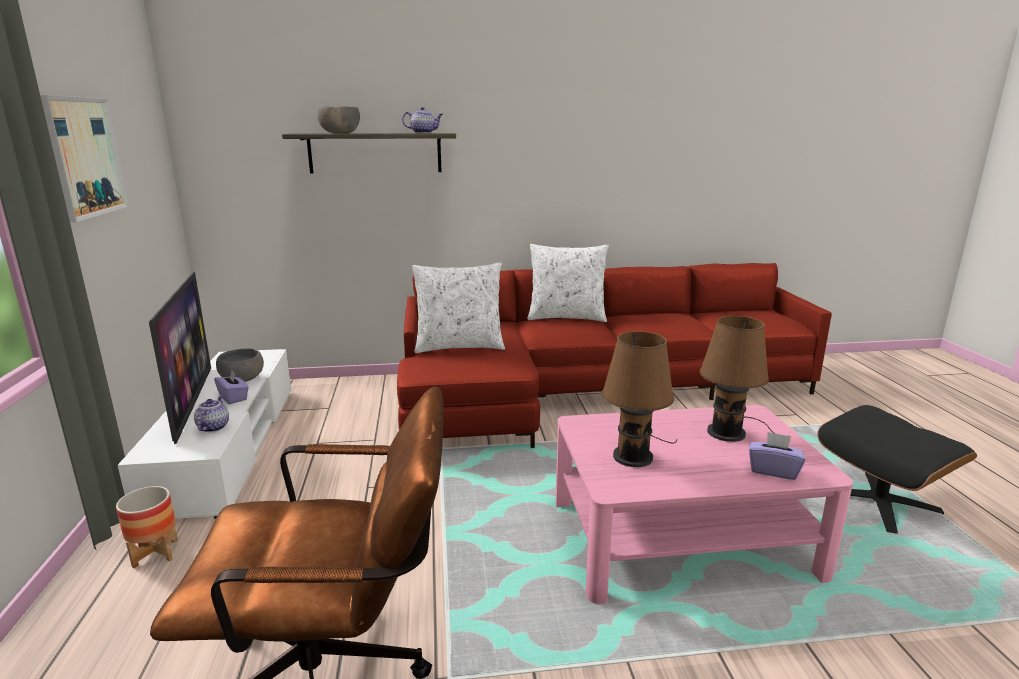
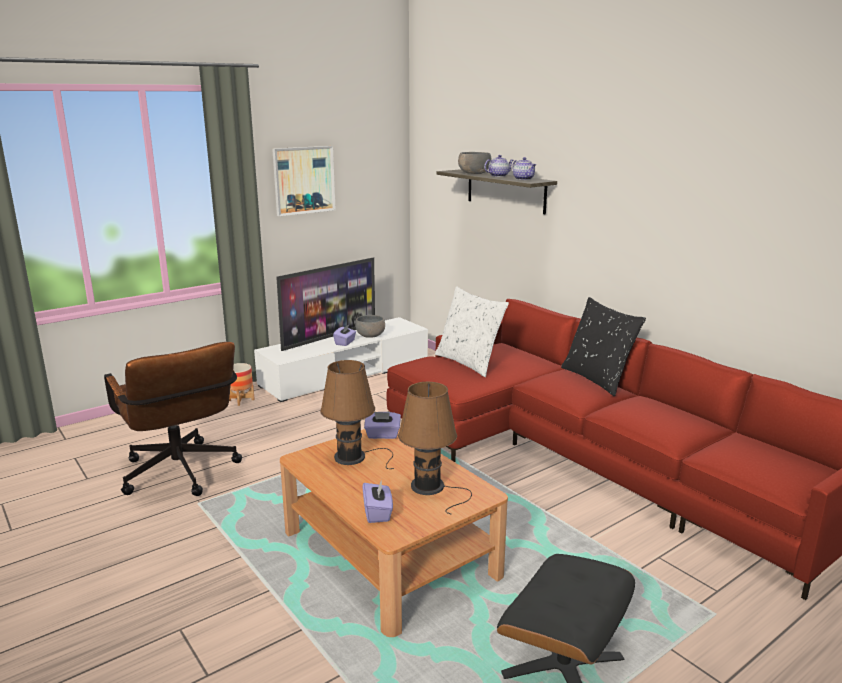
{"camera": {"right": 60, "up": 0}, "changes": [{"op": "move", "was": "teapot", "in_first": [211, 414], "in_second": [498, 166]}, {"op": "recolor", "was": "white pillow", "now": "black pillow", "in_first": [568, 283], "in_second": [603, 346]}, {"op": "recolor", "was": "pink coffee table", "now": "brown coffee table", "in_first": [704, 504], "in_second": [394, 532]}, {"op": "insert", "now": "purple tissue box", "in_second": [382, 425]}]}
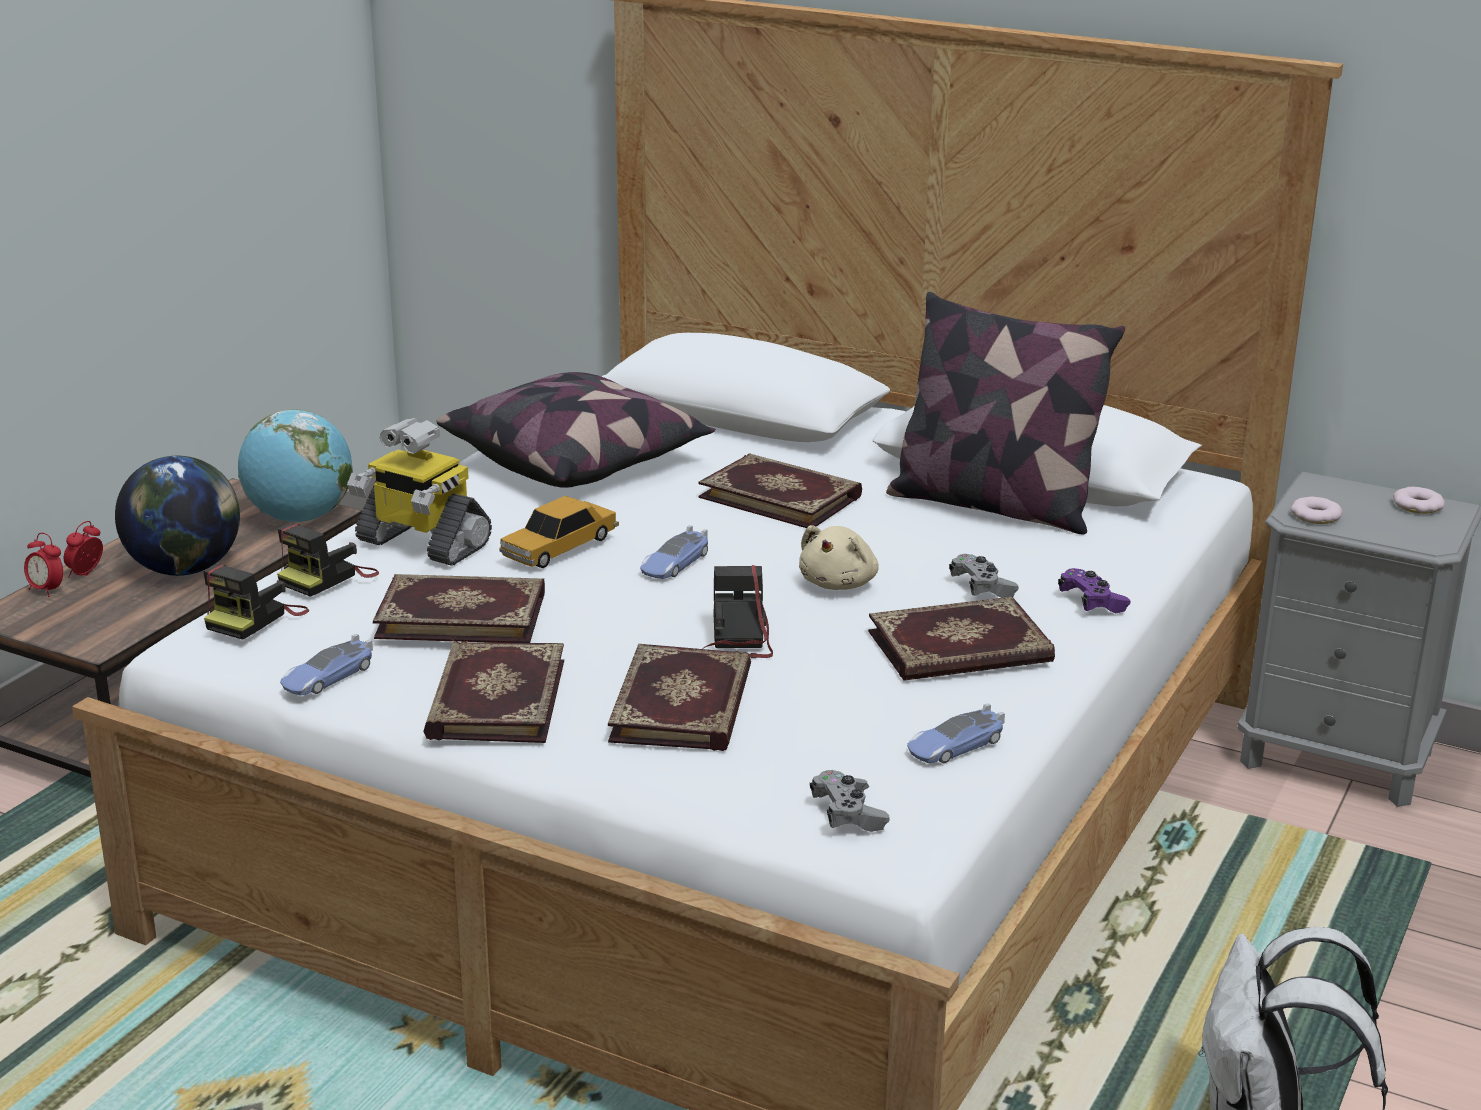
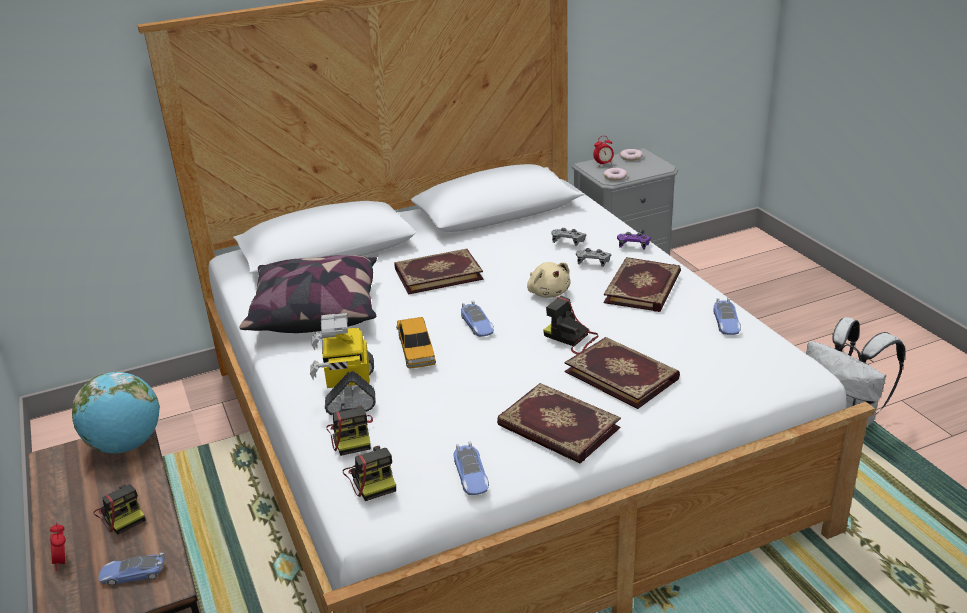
{"camera": {"right": -50, "up": 5}, "changes": [{"op": "move", "was": "alarm clock", "in_first": [43, 565], "in_second": [603, 151]}, {"op": "replace", "was": "globe", "now": "photo camera", "in_first": [177, 516], "in_second": [119, 509]}, {"op": "rotate", "was": "toy robot", "in_first": [419, 492], "in_second": [343, 364], "clockwise": 105}, {"op": "delete", "was": "book", "in_first": [459, 608]}, {"op": "move", "was": "grey game controller", "in_first": [850, 801], "in_second": [569, 237]}, {"op": "delete", "was": "pillow", "in_first": [1005, 413]}, {"op": "insert", "now": "toy car", "in_second": [131, 569]}]}
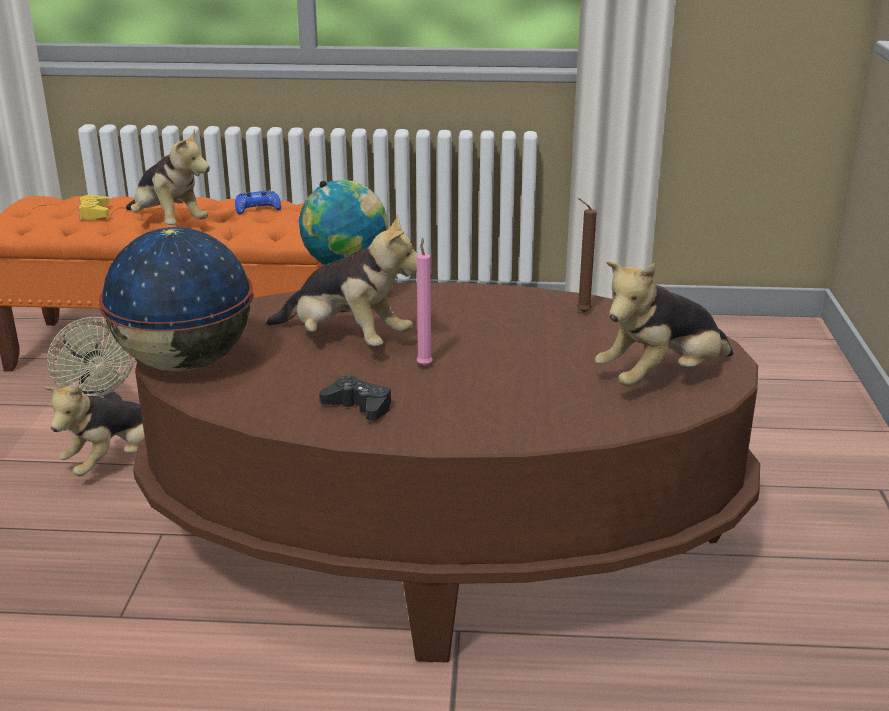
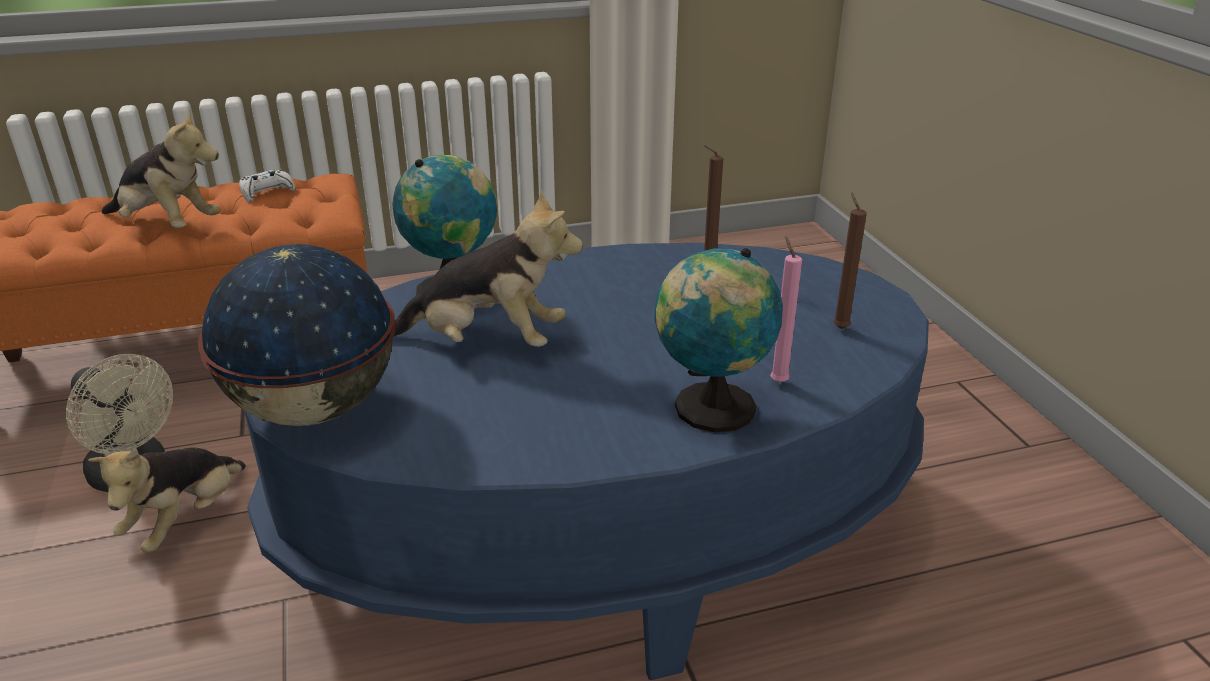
{"camera": {"right": -20, "up": 5}, "changes": [{"op": "delete", "was": "yellow game controller", "in_first": [94, 207]}, {"op": "recolor", "was": "brown coffee table", "now": "blue coffee table", "in_first": [446, 472], "in_second": [586, 461]}, {"op": "recolor", "was": "blue game controller", "now": "white game controller", "in_first": [258, 202], "in_second": [267, 185]}, {"op": "delete", "was": "black game controller", "in_first": [355, 398]}, {"op": "move", "was": "pink candle", "in_first": [424, 302], "in_second": [786, 309]}, {"op": "replace", "was": "plush toy", "now": "brown candle", "in_first": [664, 323], "in_second": [850, 260]}, {"op": "insert", "now": "globe", "in_second": [718, 340]}]}
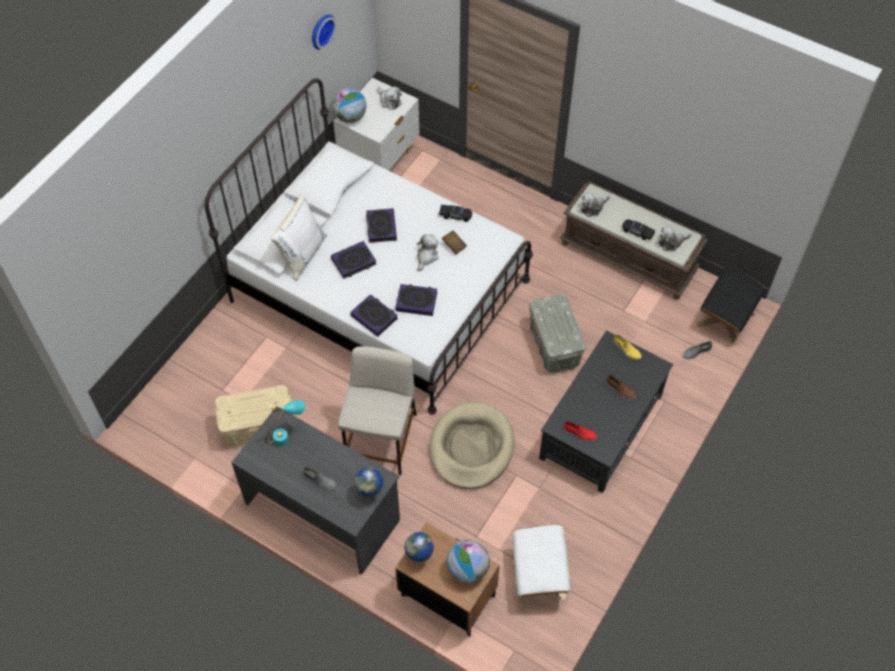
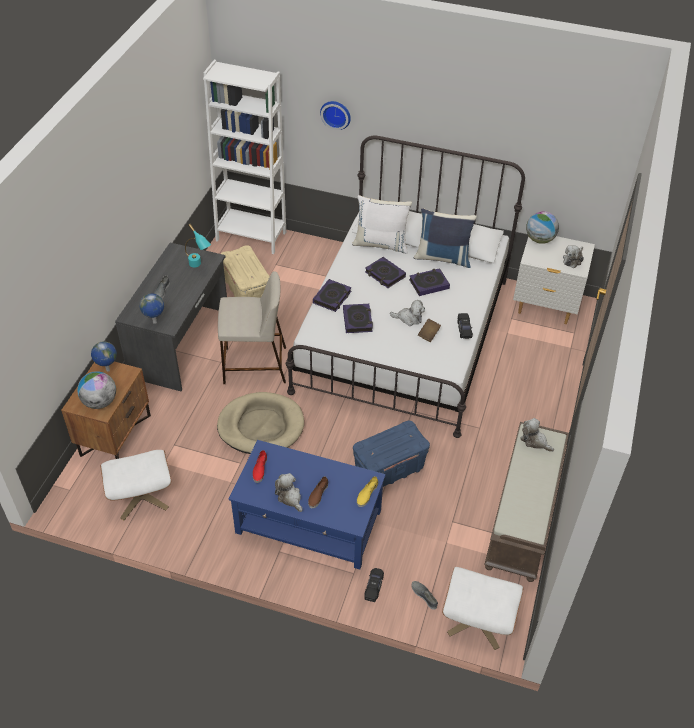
{"camera": {"right": 75, "up": -10}, "changes": [{"op": "move", "was": "wall clock", "in_first": [324, 32], "in_second": [335, 115]}, {"op": "recolor", "was": "grey storage box", "now": "blue storage box", "in_first": [557, 333], "in_second": [391, 454]}, {"op": "recolor", "was": "black coffee table", "now": "blue coffee table", "in_first": [606, 412], "in_second": [307, 505]}, {"op": "move", "was": "black toy car", "in_first": [638, 229], "in_second": [374, 585]}, {"op": "move", "was": "plush toy", "in_first": [675, 238], "in_second": [289, 492]}, {"op": "recolor", "was": "black ottoman", "now": "white ottoman", "in_first": [730, 306], "in_second": [483, 608]}, {"op": "insert", "now": "white bookcase", "in_second": [244, 157]}, {"op": "insert", "now": "blue pillow", "in_second": [445, 238]}]}
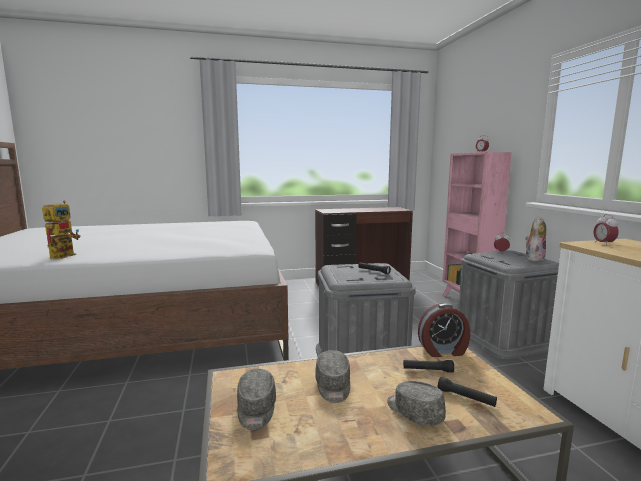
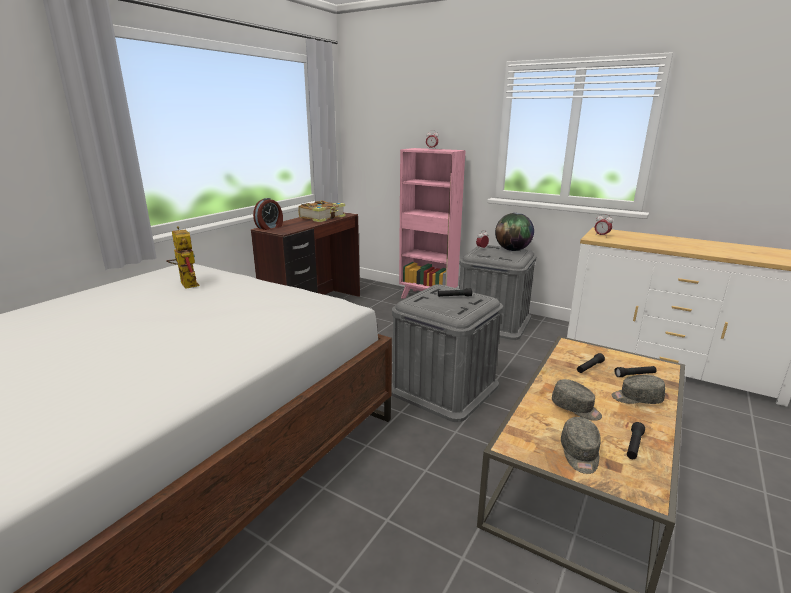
{"camera": {"right": -45, "up": 10}, "changes": [{"op": "move", "was": "toy robot", "in_first": [61, 230], "in_second": [182, 257]}, {"op": "rotate", "was": "grey cap", "in_first": [256, 399], "in_second": [581, 445], "clockwise": 60}, {"op": "move", "was": "alarm clock", "in_first": [444, 330], "in_second": [268, 214]}, {"op": "replace", "was": "plush toy", "now": "globe", "in_first": [535, 238], "in_second": [514, 232]}, {"op": "insert", "now": "book", "in_second": [322, 211]}, {"op": "insert", "now": "black flashlight", "in_second": [636, 440]}]}
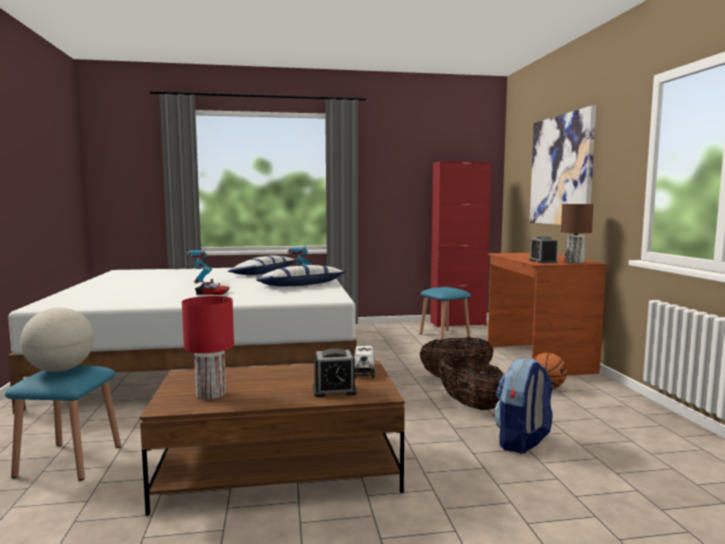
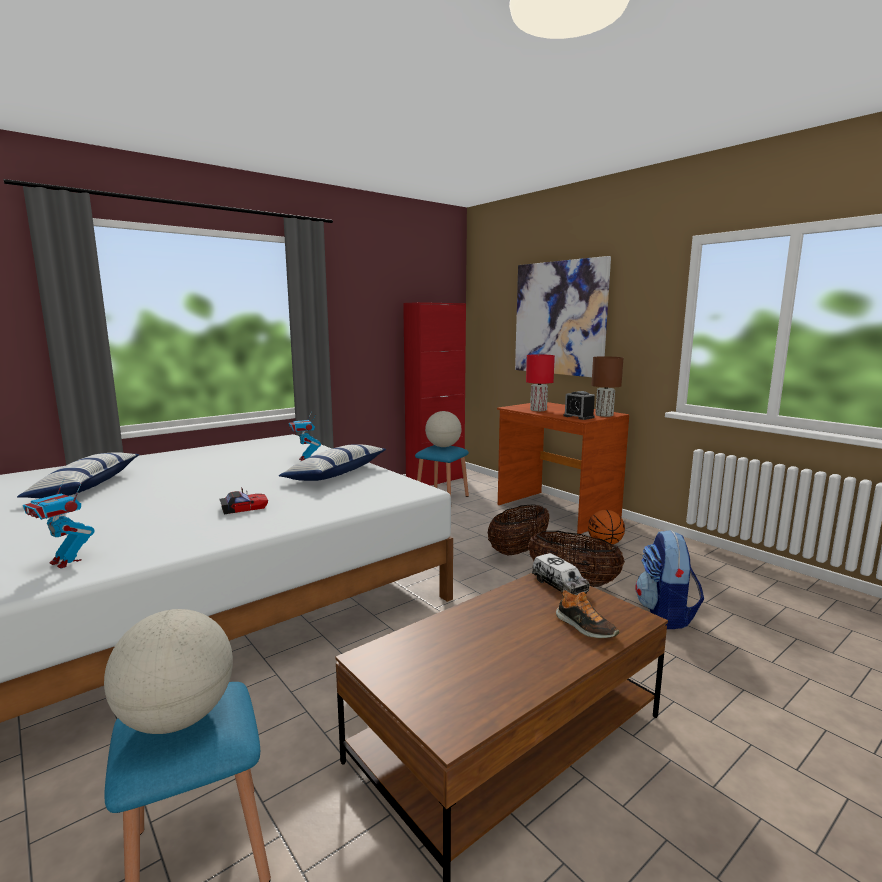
{"camera": {"right": -30, "up": 5}, "changes": [{"op": "move", "was": "red table lamp", "in_first": [208, 348], "in_second": [540, 382]}, {"op": "move", "was": "toy robot", "in_first": [199, 263], "in_second": [59, 523]}, {"op": "move", "was": "pillow", "in_first": [262, 265], "in_second": [78, 475]}, {"op": "replace", "was": "alarm clock", "now": "shoe", "in_first": [335, 372], "in_second": [587, 614]}, {"op": "insert", "now": "globe", "in_second": [443, 429]}]}
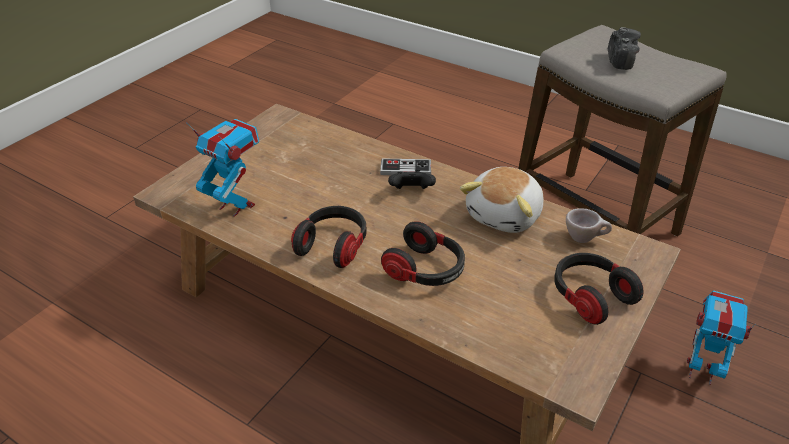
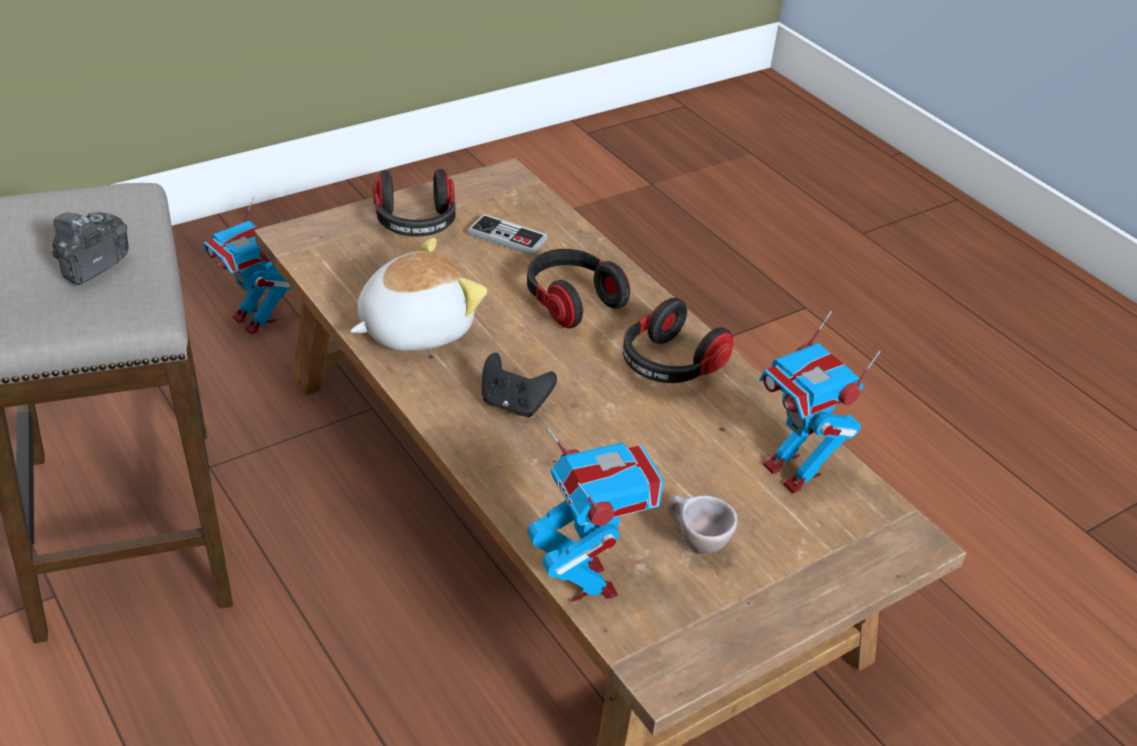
{"camera": {"right": -160, "up": 0}, "changes": [{"op": "move", "was": "game controller", "in_first": [405, 166], "in_second": [508, 235]}, {"op": "move", "was": "beige cup", "in_first": [589, 225], "in_second": [702, 525]}, {"op": "insert", "now": "toy robot", "in_second": [595, 515]}]}
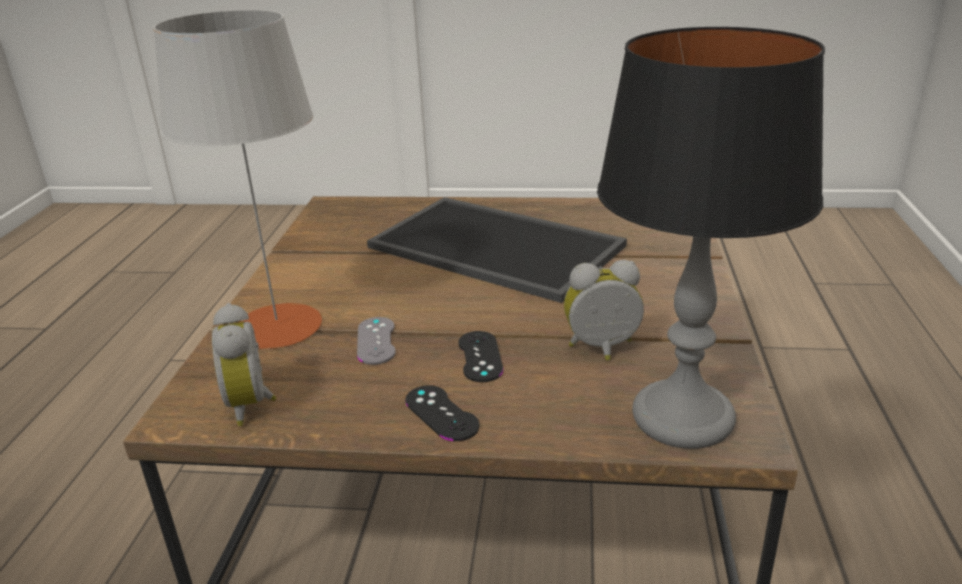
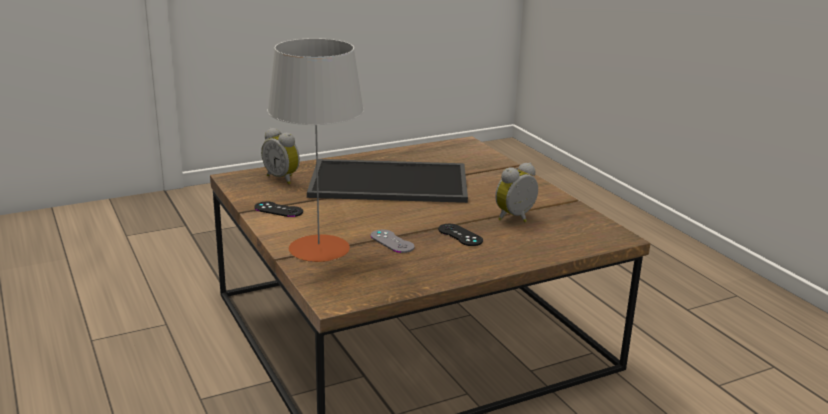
{"camera": {"right": -35, "up": -5}, "changes": [{"op": "move", "was": "alarm clock", "in_first": [244, 364], "in_second": [280, 156]}, {"op": "move", "was": "black game controller", "in_first": [442, 413], "in_second": [278, 209]}, {"op": "delete", "was": "table lamp", "in_first": [711, 238]}]}
